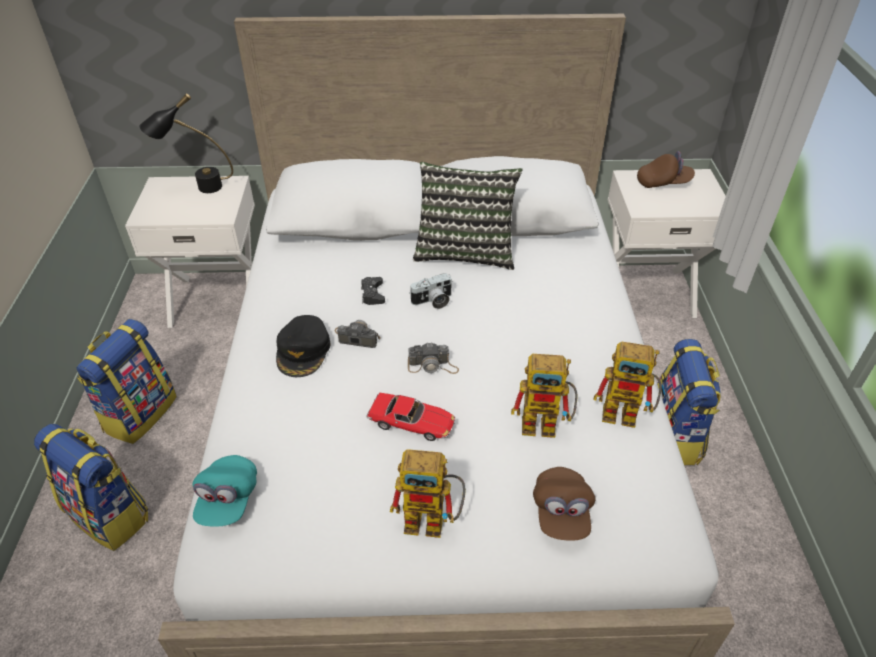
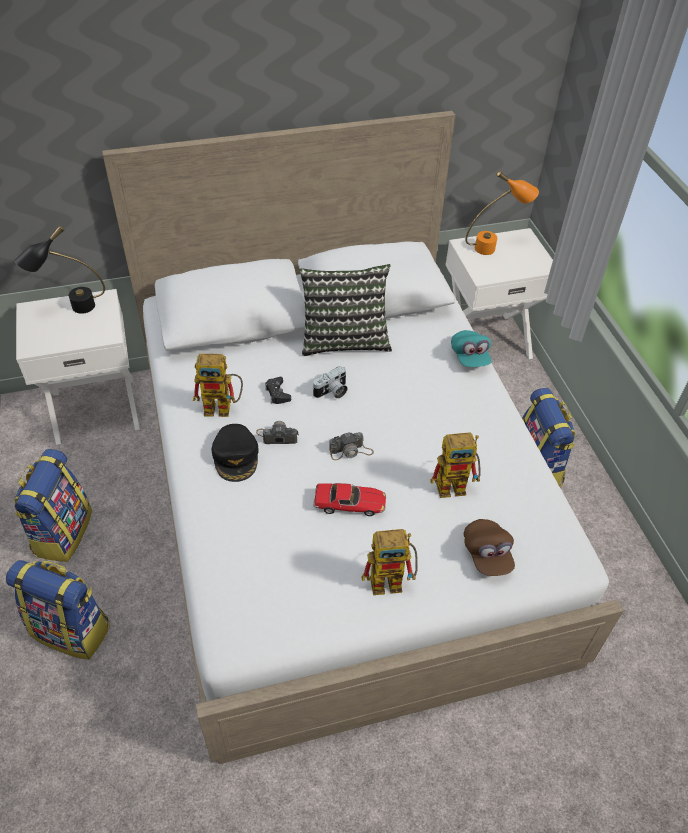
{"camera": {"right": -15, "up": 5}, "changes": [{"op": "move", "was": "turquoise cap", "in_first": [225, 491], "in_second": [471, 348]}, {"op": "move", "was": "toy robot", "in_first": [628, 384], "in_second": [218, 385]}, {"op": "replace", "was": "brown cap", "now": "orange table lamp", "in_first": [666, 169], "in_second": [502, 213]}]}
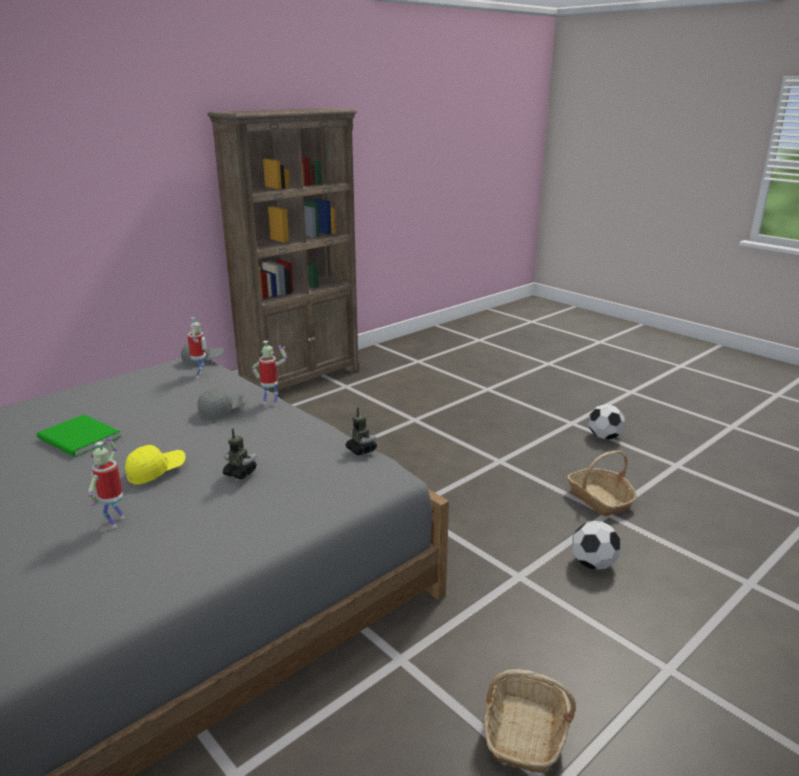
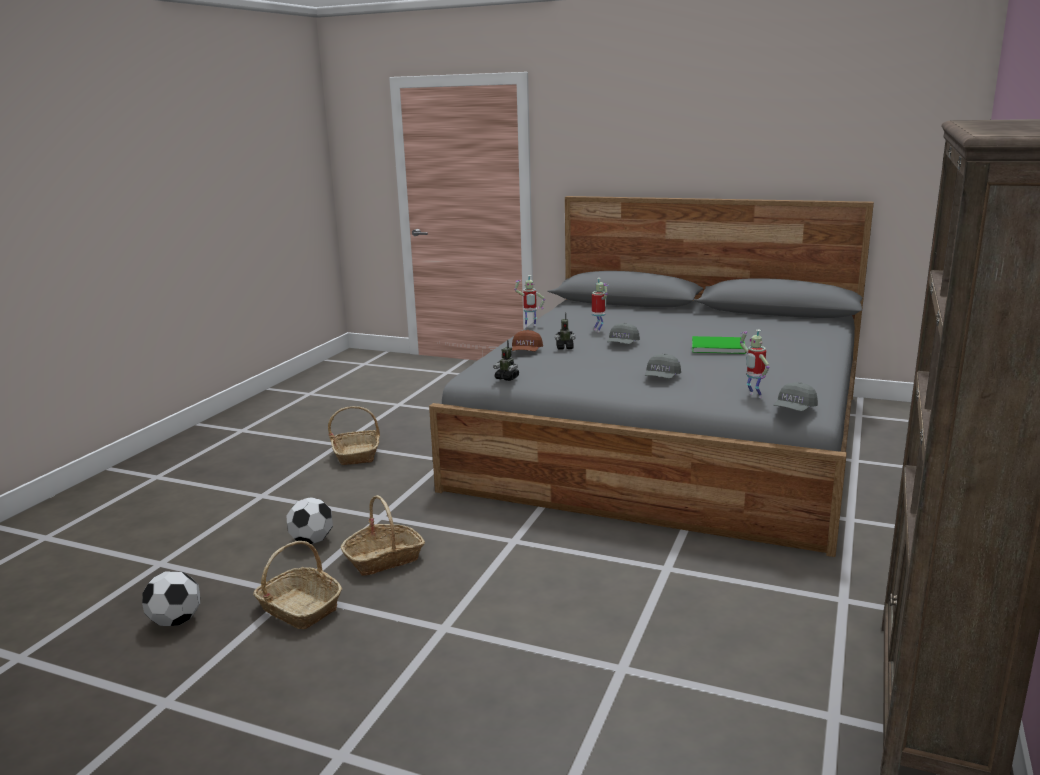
{"camera": {"right": 155, "up": -5}, "changes": [{"op": "recolor", "was": "yellow cap", "now": "grey cap", "in_first": [155, 465], "in_second": [623, 333]}, {"op": "move", "was": "toy robot", "in_first": [269, 373], "in_second": [529, 301]}, {"op": "move", "was": "football", "in_first": [607, 422], "in_second": [171, 598]}, {"op": "insert", "now": "basket", "in_second": [383, 535]}, {"op": "insert", "now": "brown cap", "in_second": [527, 340]}]}
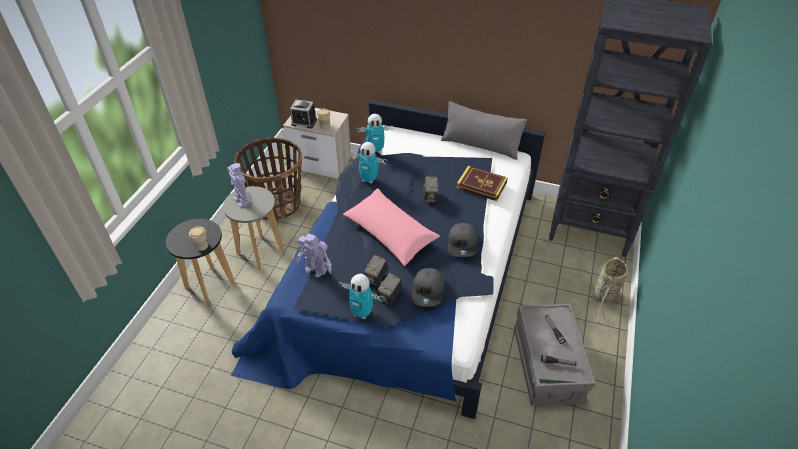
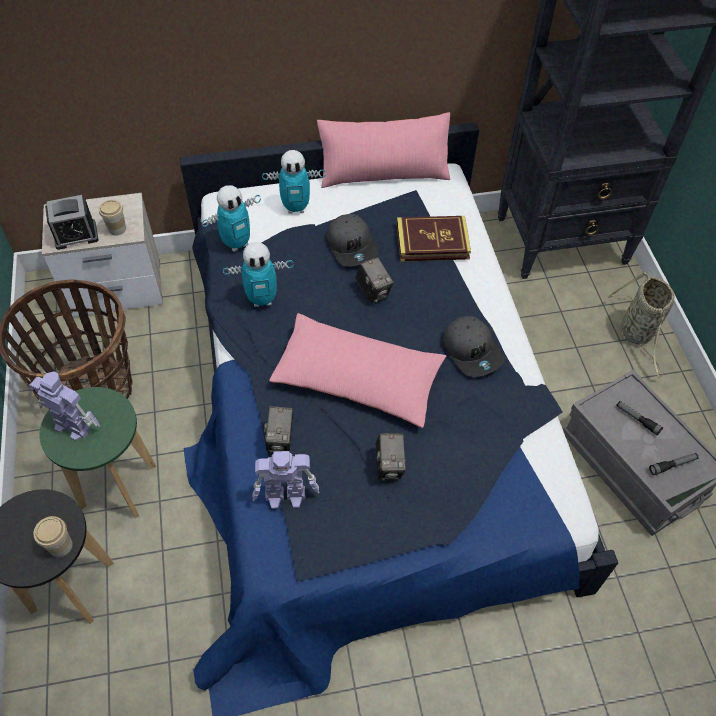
{"camera": {"right": -30, "up": 10}, "changes": [{"op": "recolor", "was": "grey stool", "now": "green stool", "in_first": [253, 227], "in_second": [97, 452]}, {"op": "move", "was": "toy robot", "in_first": [361, 296], "in_second": [294, 182]}, {"op": "move", "was": "photo camera", "in_first": [389, 289], "in_second": [278, 429]}, {"op": "move", "was": "grey cap", "in_first": [427, 287], "in_second": [352, 240]}, {"op": "recolor", "was": "grey pillow", "now": "pink pillow", "in_first": [484, 130], "in_second": [383, 150]}]}
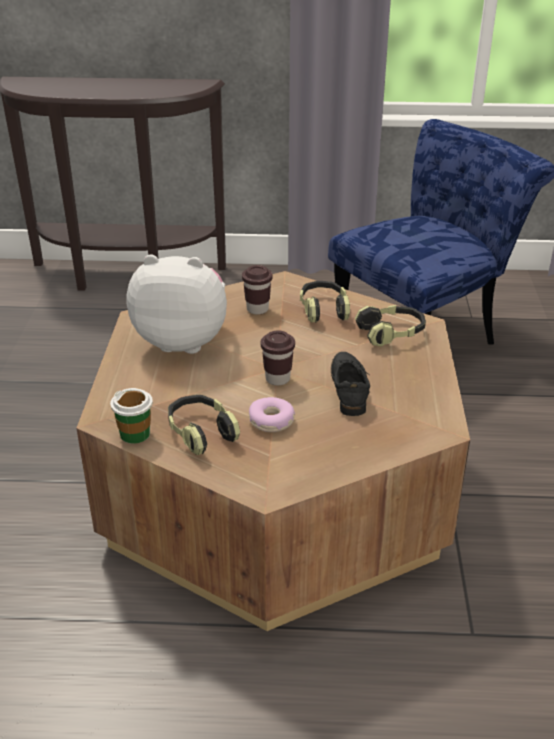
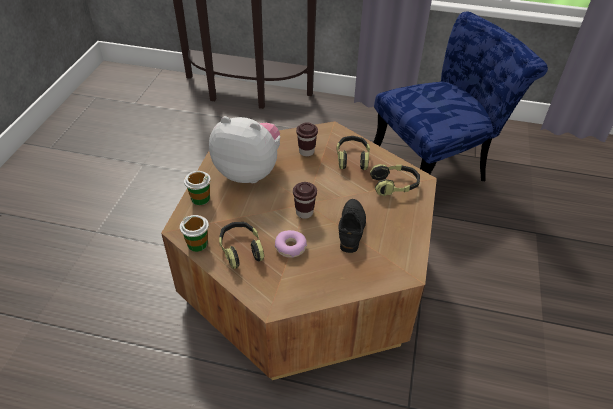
{"camera": {"right": 10, "up": 10}, "changes": [{"op": "insert", "now": "cup", "in_second": [197, 188]}]}
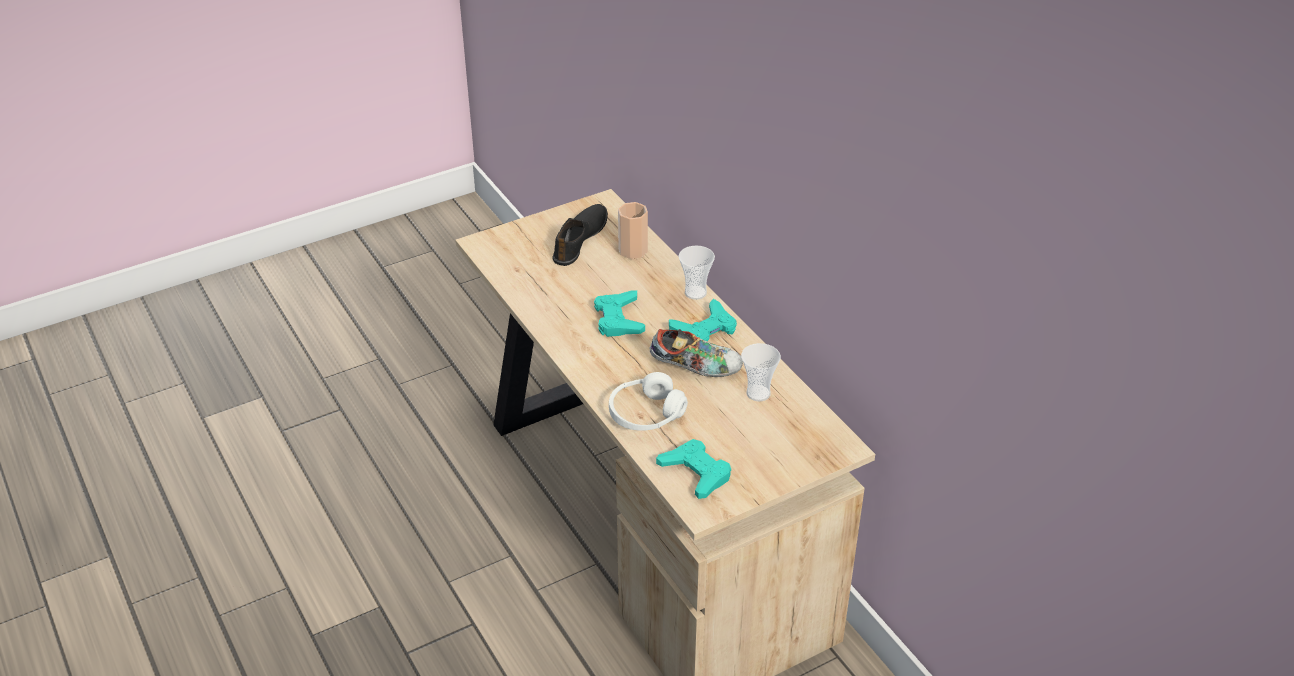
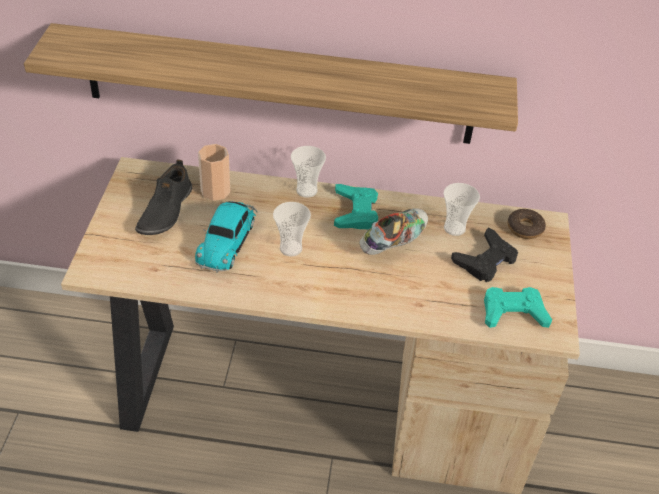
{"camera": {"right": -55, "up": 5}, "changes": [{"op": "rotate", "was": "black shoe", "in_first": [580, 235], "in_second": [163, 197], "clockwise": -135}, {"op": "replace", "was": "turquoise game controller", "now": "cup", "in_first": [619, 313], "in_second": [292, 229]}, {"op": "delete", "was": "white headphones", "in_first": [648, 401]}, {"op": "insert", "now": "shelf", "in_second": [271, 83]}, {"op": "insert", "now": "toy car", "in_second": [226, 237]}, {"op": "insert", "now": "black game controller", "in_second": [484, 254]}, {"op": "insert", "now": "donut", "in_second": [527, 224]}]}
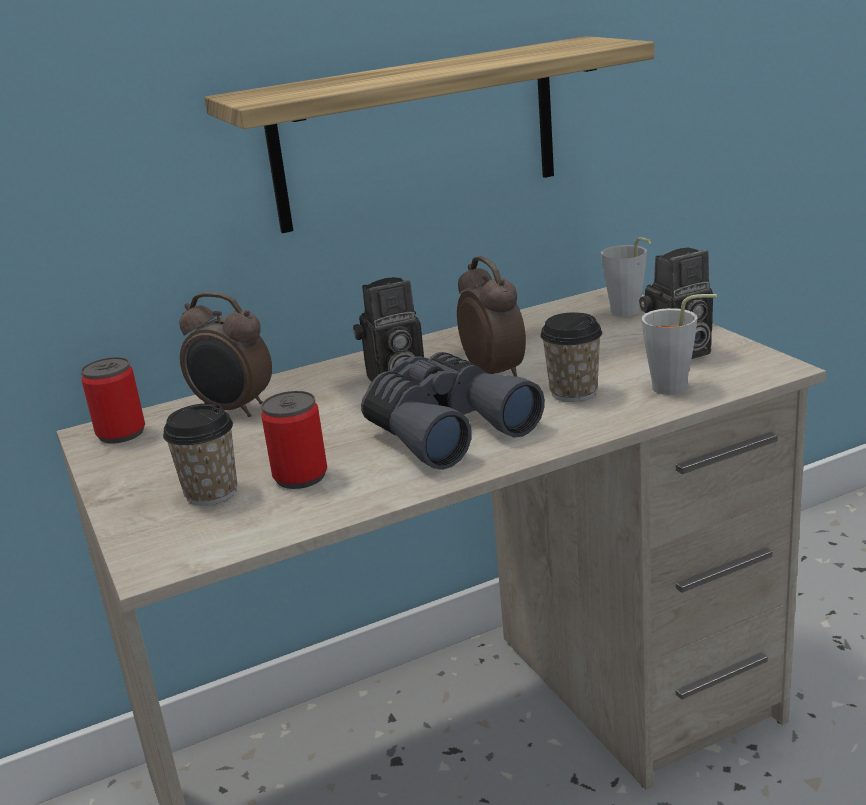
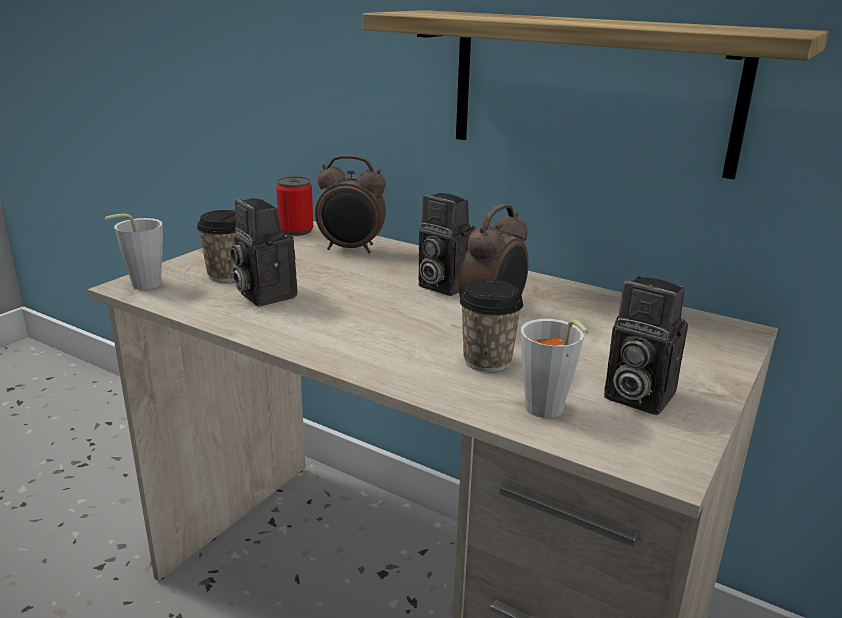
{"camera": {"right": 55, "up": 0}, "changes": [{"op": "rotate", "was": "alarm clock", "in_first": [225, 354], "in_second": [350, 204], "clockwise": -75}, {"op": "replace", "was": "can", "now": "photo camera", "in_first": [294, 440], "in_second": [263, 252]}, {"op": "delete", "was": "grey binoculars", "in_first": [453, 411]}, {"op": "move", "was": "grey cup", "in_first": [626, 277], "in_second": [134, 252]}]}
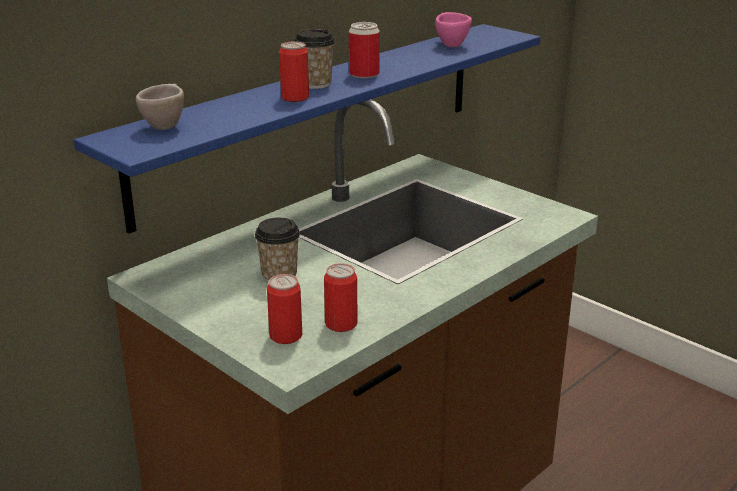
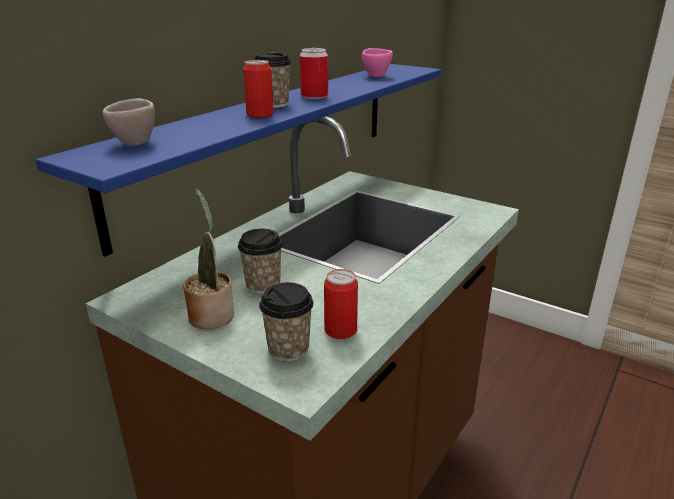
{"camera": {"right": -10, "up": 0}, "changes": [{"op": "replace", "was": "can", "now": "cup", "in_first": [284, 309], "in_second": [286, 322]}, {"op": "insert", "now": "potted plant", "in_second": [208, 259]}]}
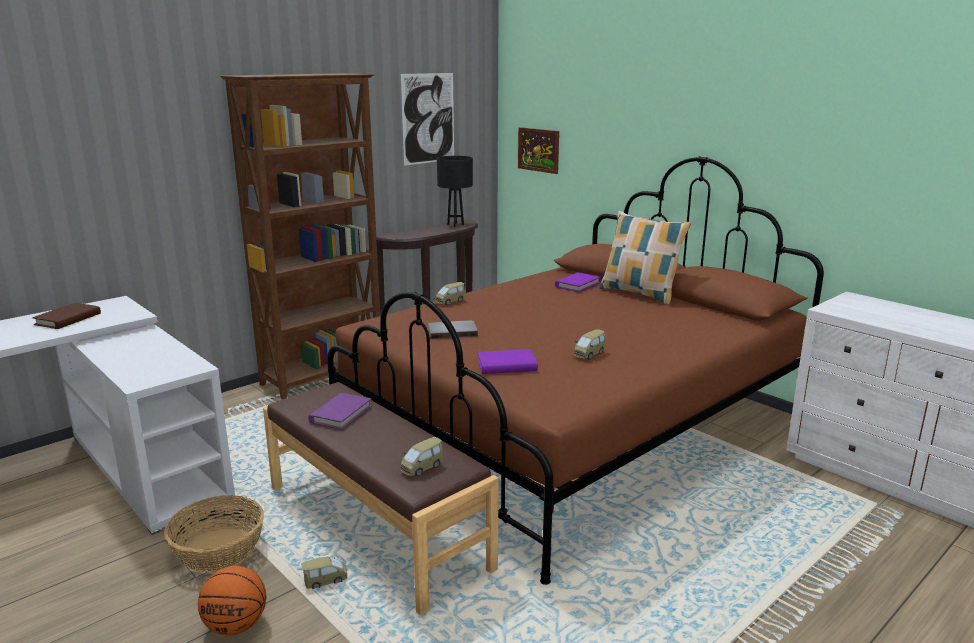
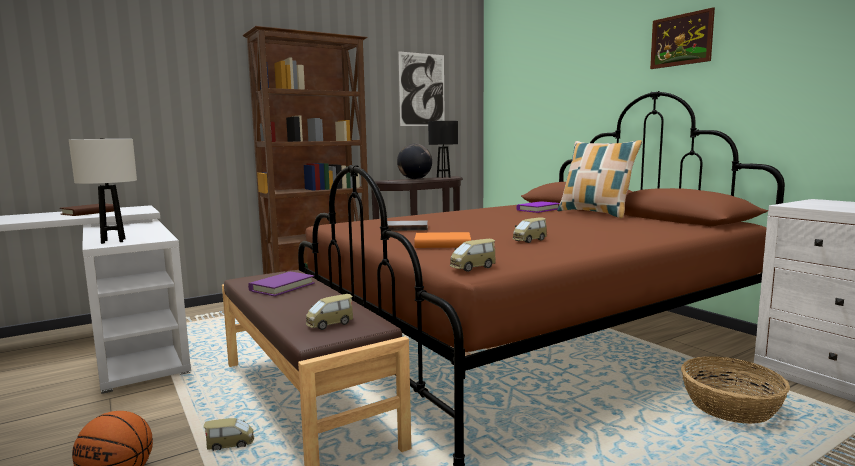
{"camera": {"right": 10, "up": -10}, "changes": [{"op": "move", "was": "basket", "in_first": [214, 533], "in_second": [735, 390]}, {"op": "move", "was": "toy car", "in_first": [450, 293], "in_second": [473, 255]}, {"op": "recolor", "was": "purple book", "now": "orange book", "in_first": [507, 361], "in_second": [442, 240]}, {"op": "move", "was": "picture", "in_first": [538, 150], "in_second": [682, 38]}, {"op": "insert", "now": "white table lamp", "in_second": [103, 191]}, {"op": "insert", "now": "globe", "in_second": [414, 161]}]}
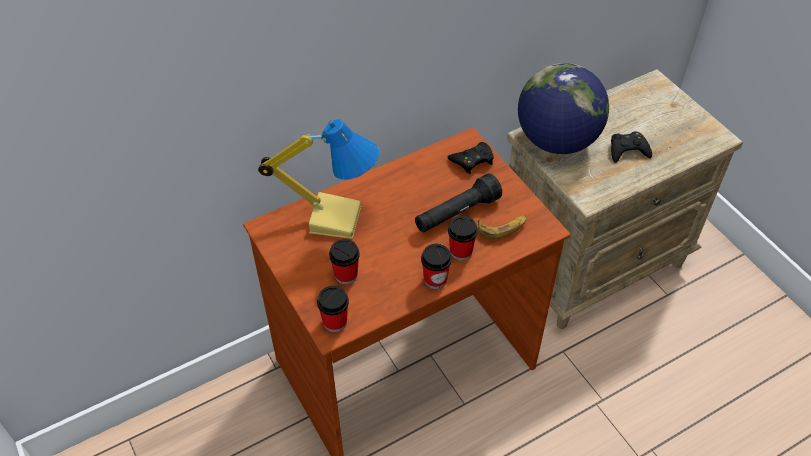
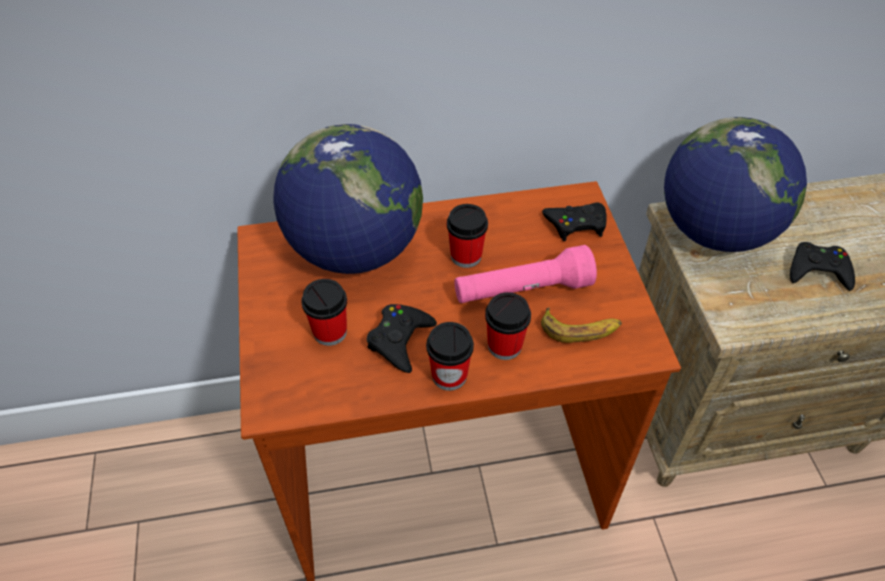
{"camera": {"right": 20, "up": 0}, "changes": [{"op": "replace", "was": "table lamp", "now": "globe", "in_first": [318, 179], "in_second": [348, 199]}, {"op": "move", "was": "cup", "in_first": [333, 309], "in_second": [467, 236]}, {"op": "recolor", "was": "black flashlight", "now": "pink flashlight", "in_first": [458, 202], "in_second": [525, 274]}, {"op": "insert", "now": "black game controller", "in_second": [402, 338]}]}
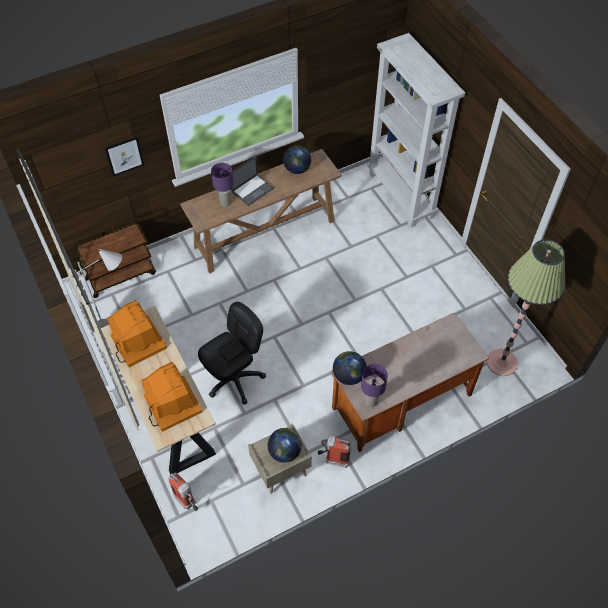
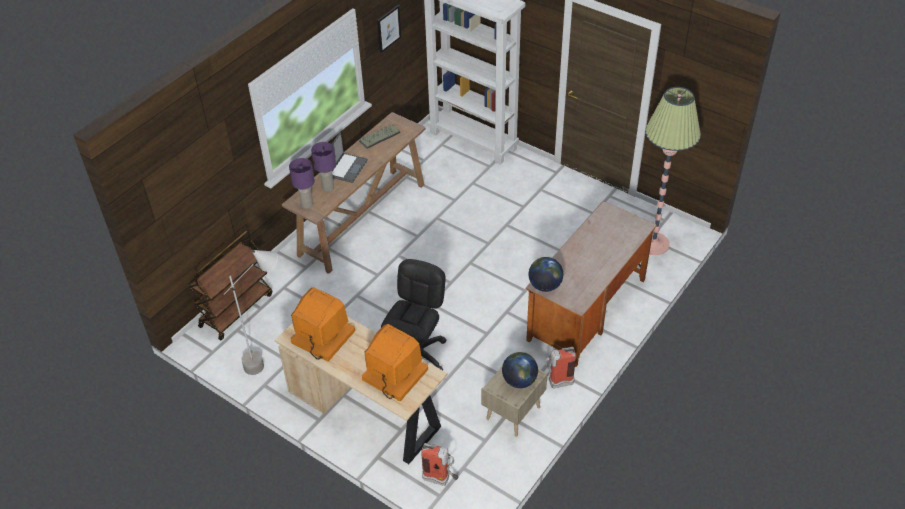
{"camera": {"right": -25, "up": -10}, "changes": [{"op": "move", "was": "picture", "in_first": [124, 156], "in_second": [389, 29]}, {"op": "replace", "was": "globe", "now": "keyboard", "in_first": [297, 159], "in_second": [380, 137]}, {"op": "move", "was": "purple table lamp", "in_first": [374, 385], "in_second": [302, 183]}]}
